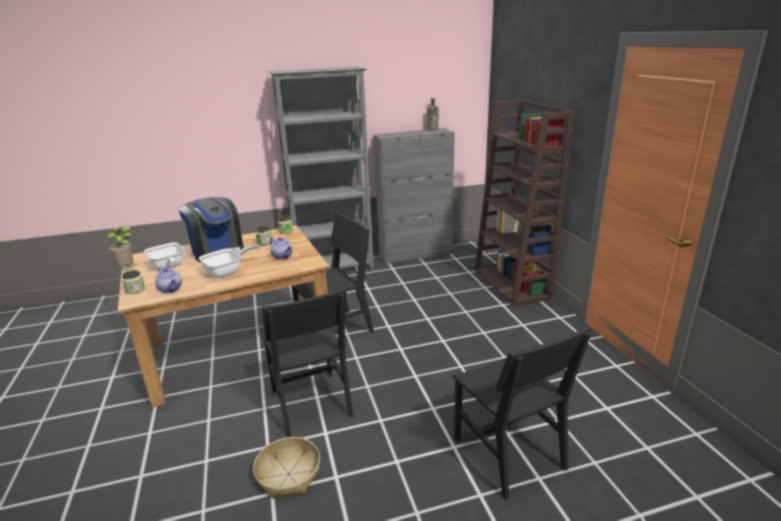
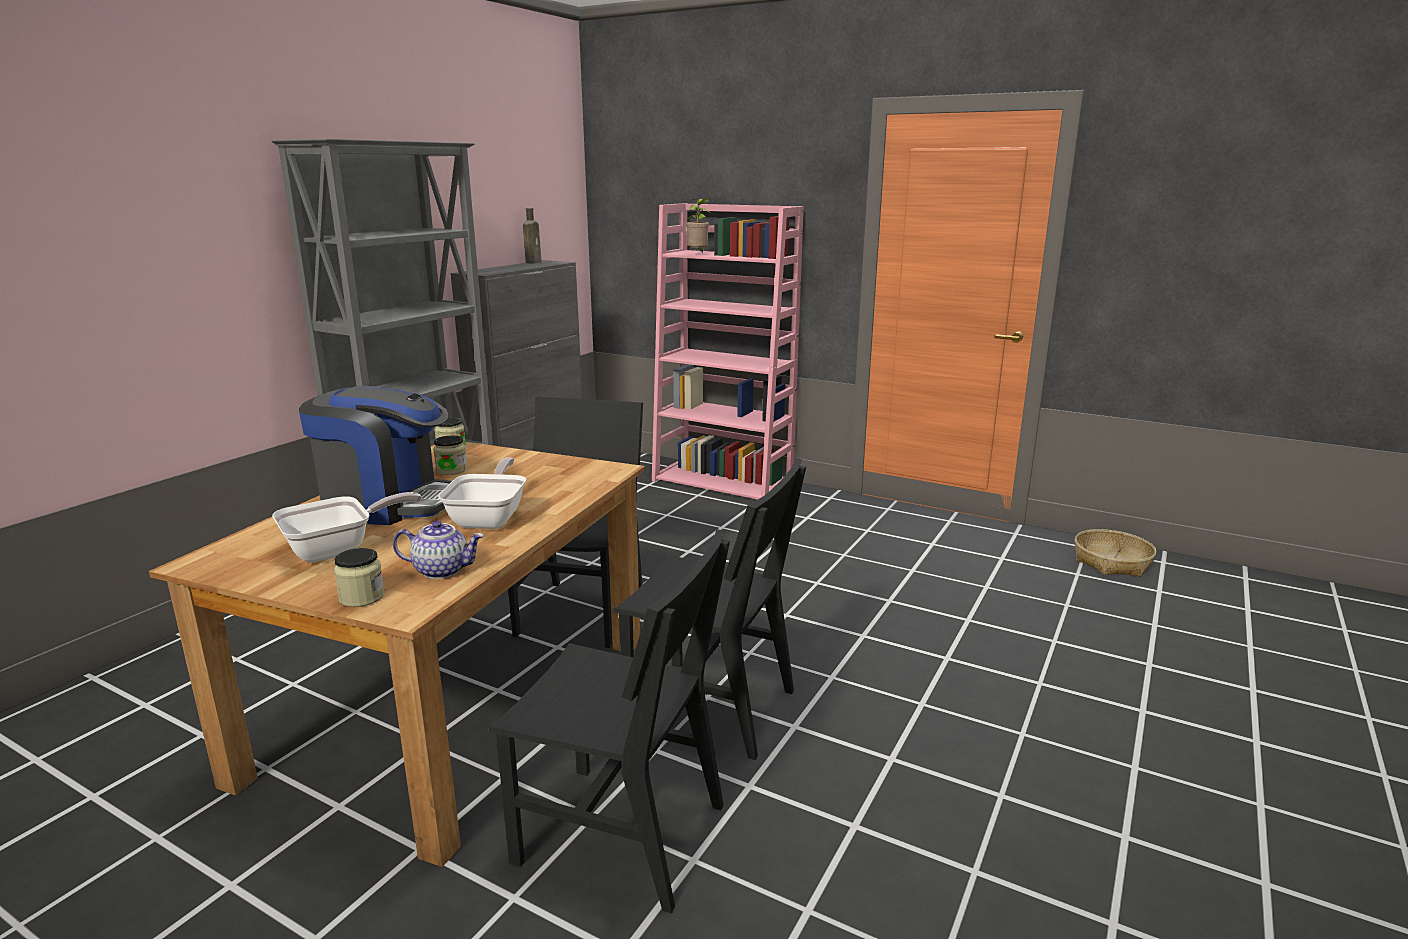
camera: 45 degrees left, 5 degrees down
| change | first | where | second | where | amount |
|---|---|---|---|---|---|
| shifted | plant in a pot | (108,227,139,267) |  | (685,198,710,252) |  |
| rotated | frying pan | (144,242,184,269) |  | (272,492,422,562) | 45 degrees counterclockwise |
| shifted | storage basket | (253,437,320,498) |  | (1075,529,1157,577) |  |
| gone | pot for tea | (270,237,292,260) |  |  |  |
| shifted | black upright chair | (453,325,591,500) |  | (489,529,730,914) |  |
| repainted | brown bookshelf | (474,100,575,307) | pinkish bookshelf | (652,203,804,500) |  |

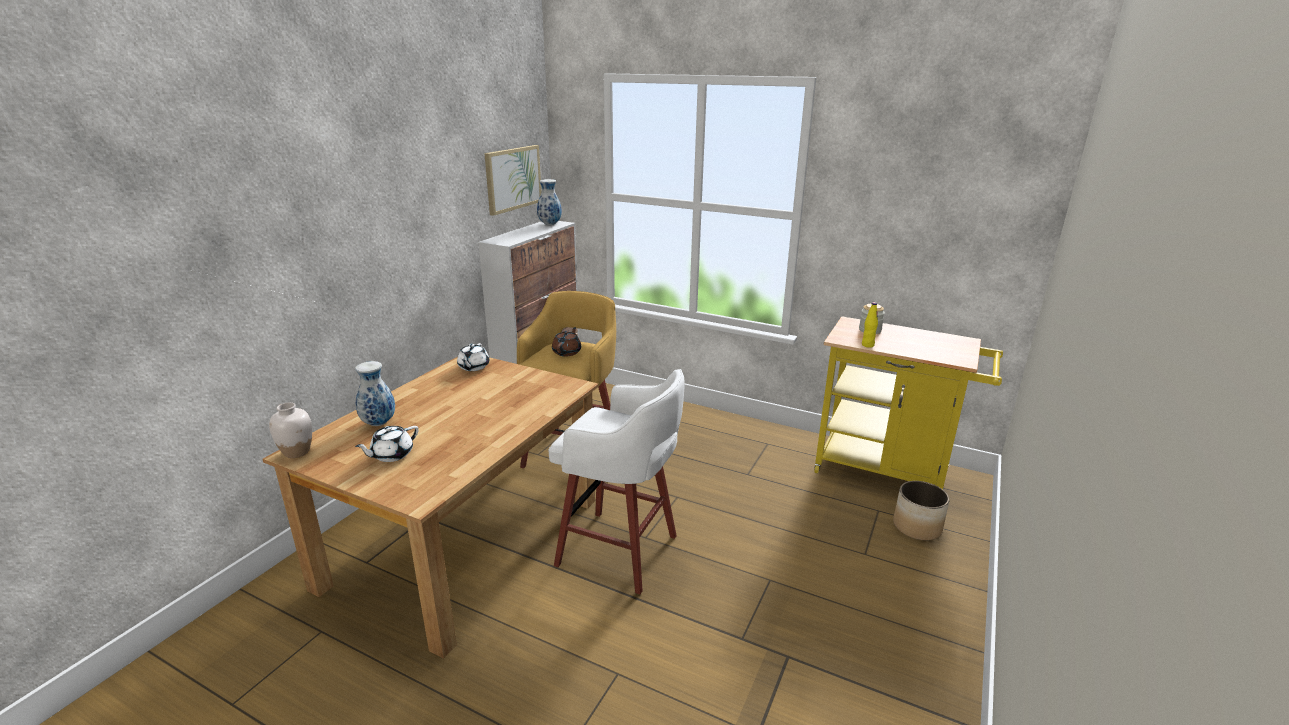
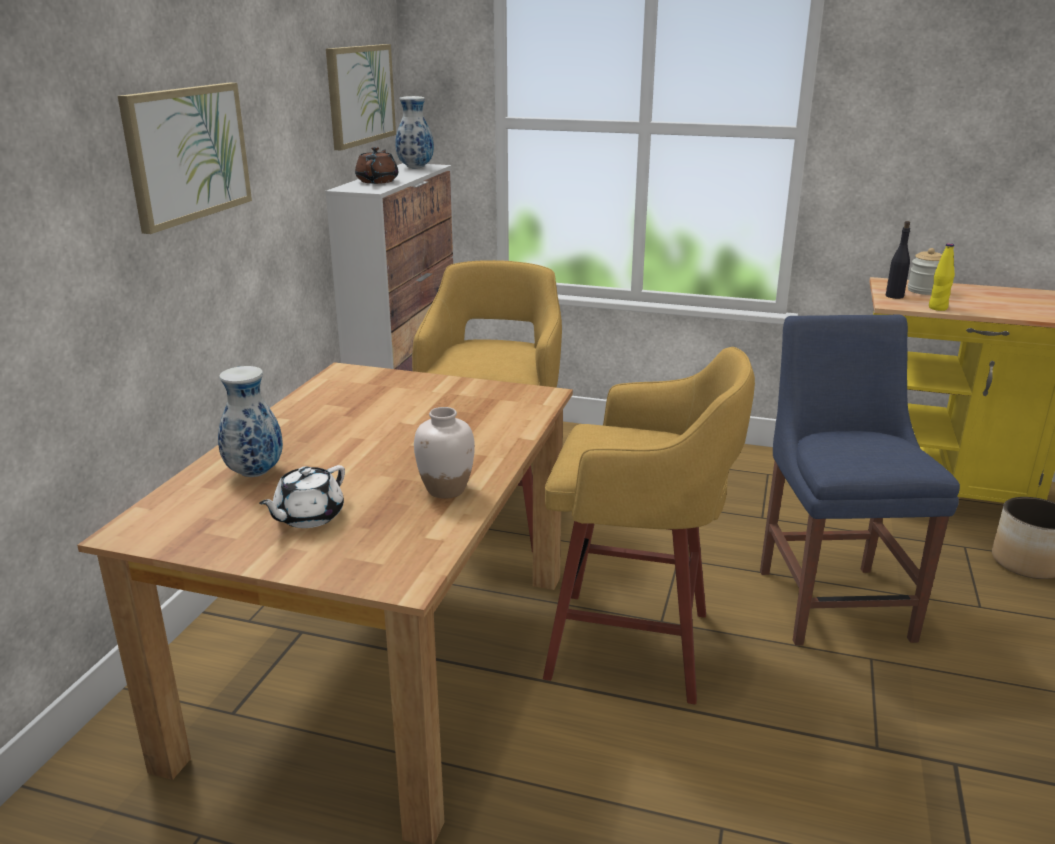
camera: 10 degrees left, 0 degrees up
| change | first | where | second | where | amount |
|---|---|---|---|---|---|
| shifted | whitish vase | (269,402,312,458) |  | (414,407,475,499) |  |
| gone | whitish pot for tea | (457,343,489,371) |  |  |  |
| repainted | whitish sitting stool | (549,369,685,595) | yellow sitting stool | (543,347,755,705) |  |
| shifted | brown pot for tea | (552,327,581,356) |  | (355,147,398,184) |  |
| new |  |  | wall picture | (118,83,252,234) |  |
| new |  |  | blue upright chair | (760,314,960,646) |  |
| new |  |  | black bottle | (886,221,910,299) |  |

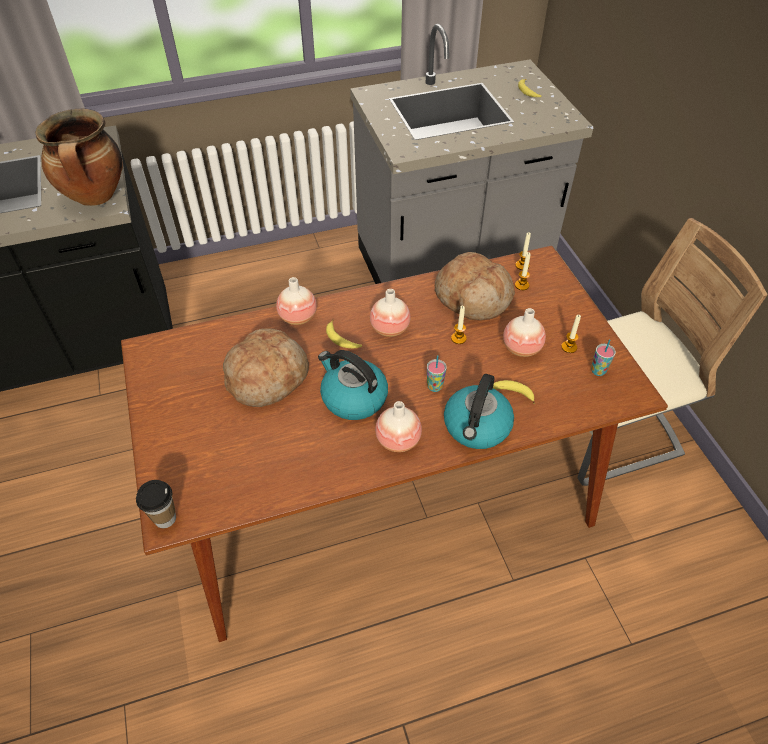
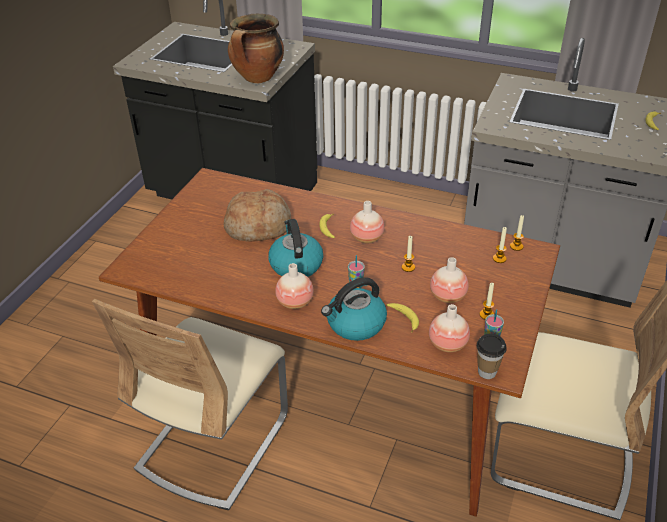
camera: 40 degrees right, 10 degrees down
| change | first | where | second | where | amount |
|---|---|---|---|---|---|
| shifted | cup | (136,480,176,528) |  | (477,334,507,379) |  |
| shifted | vase | (276,277,317,325) |  | (429,304,470,352) |  |
| gone | bakery bread | (435,252,515,321) |  |  |  |
| new |  |  | sand-coloured upright chair | (92,299,288,510) |  |

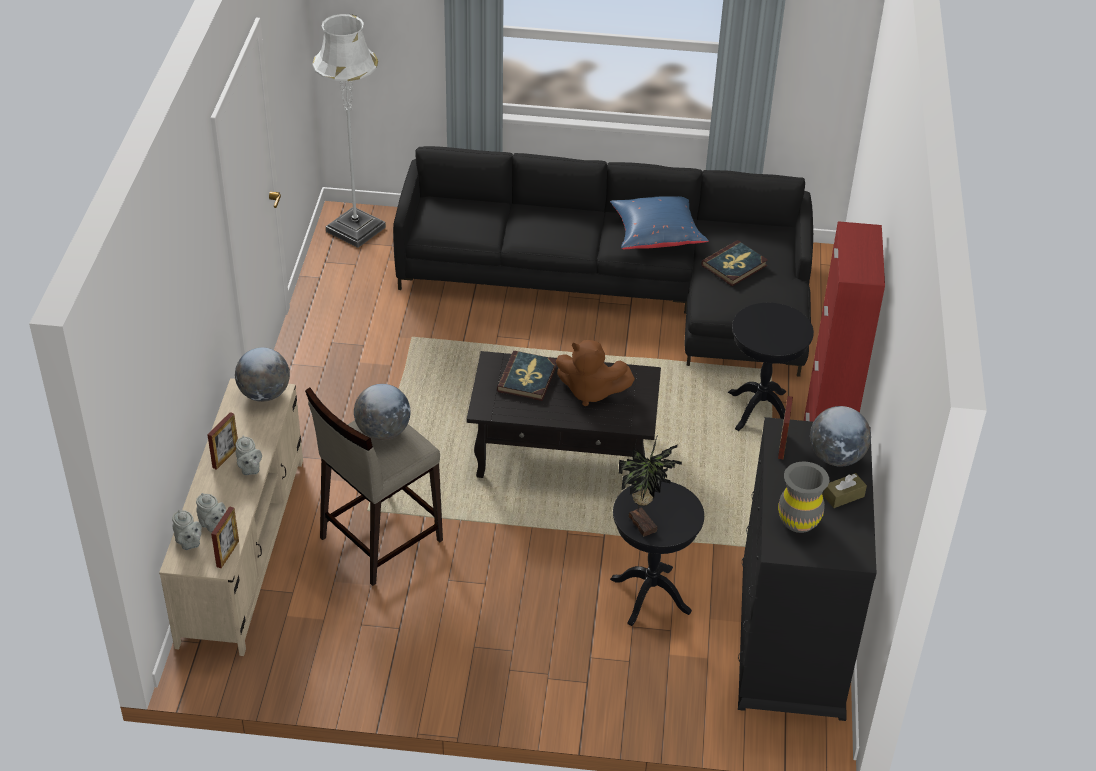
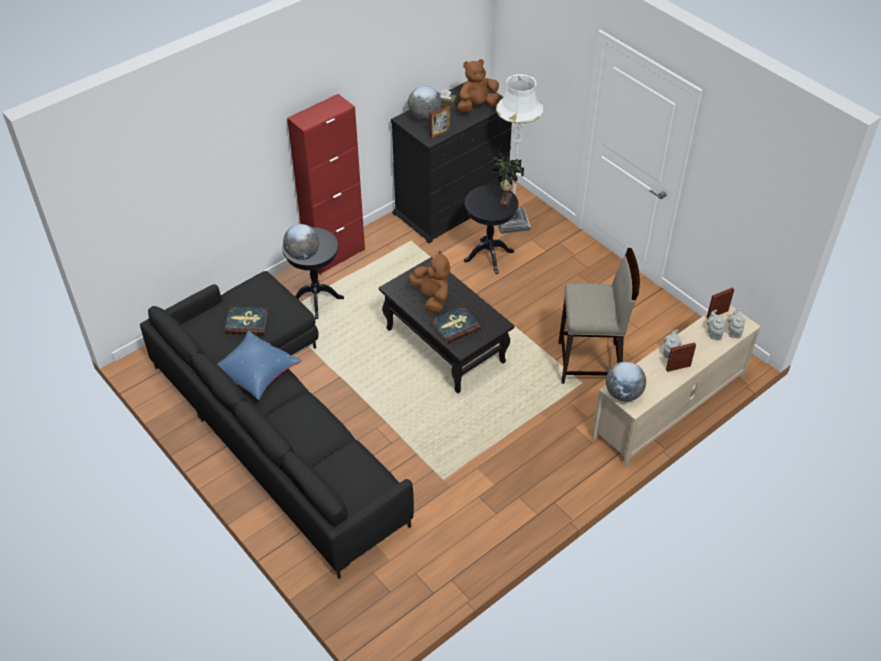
camera: 135 degrees left, 5 degrees up
| change | first | where | second | where | amount |
|---|---|---|---|---|---|
| shifted | whitish floor lamp | (312,13,386,248) |  | (496,73,543,234) |  |
| shifted | world globe | (354,384,411,440) |  | (283,224,319,260) |  |
| swapped | gray vase | (778,462,829,533) | brown plush toy | (458,59,500,112) |  |

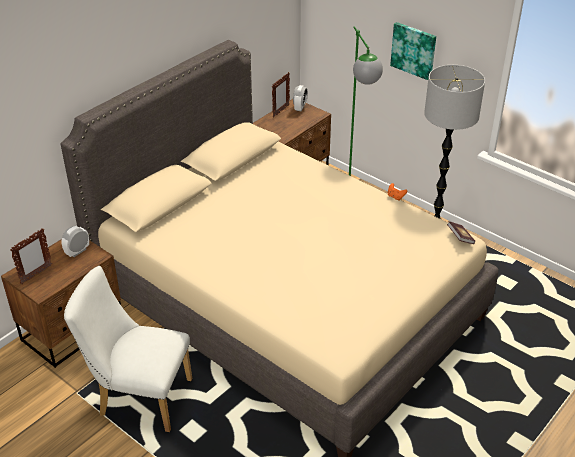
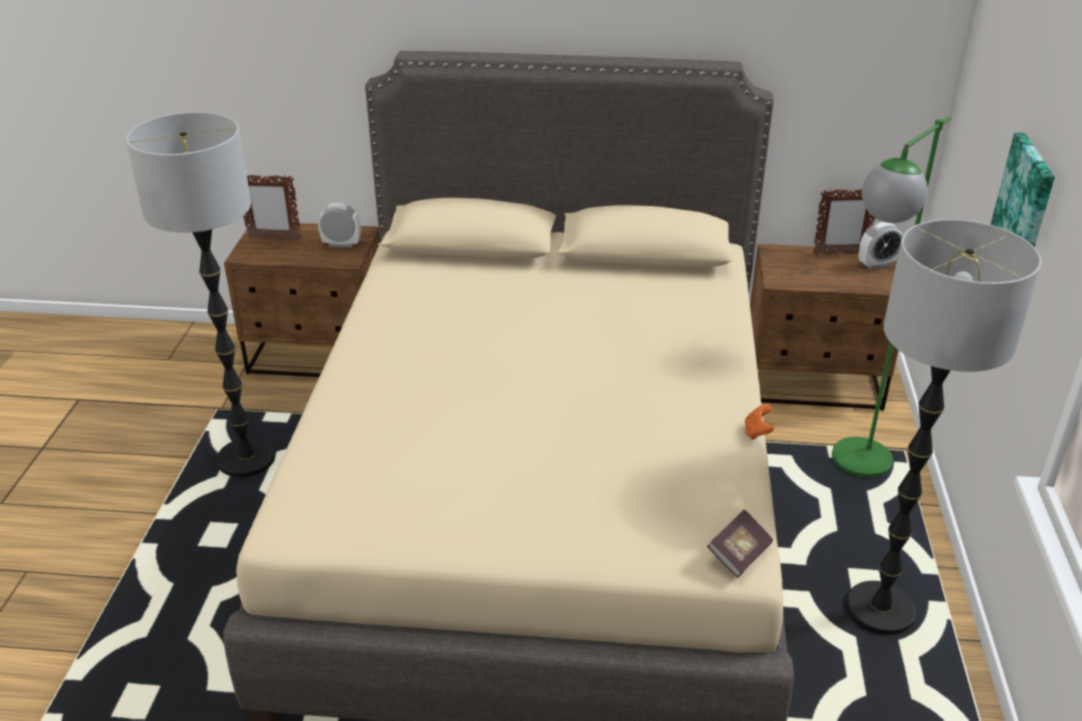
camera: 55 degrees right, 5 degrees down
| change | first | where | second | where | amount |
|---|---|---|---|---|---|
| swapped | whitish upright chair | (64,266,192,432) | floor lamp | (126,112,276,477) |  |

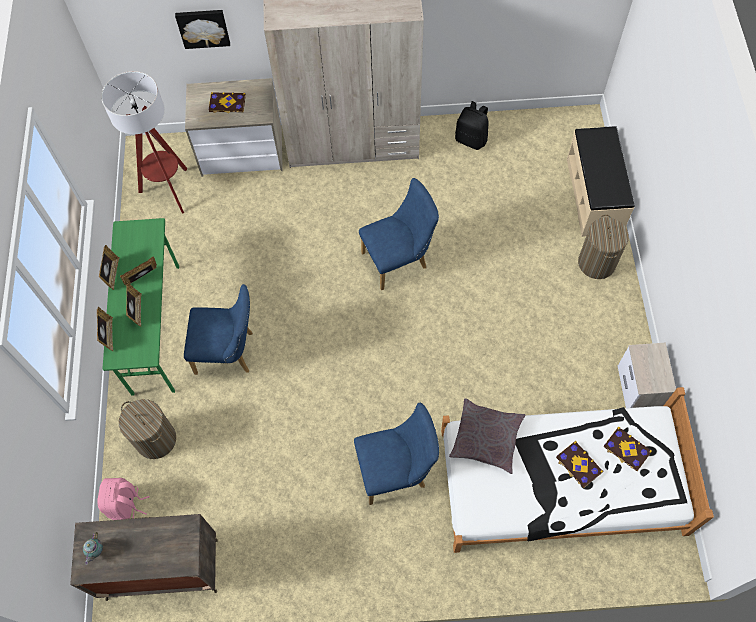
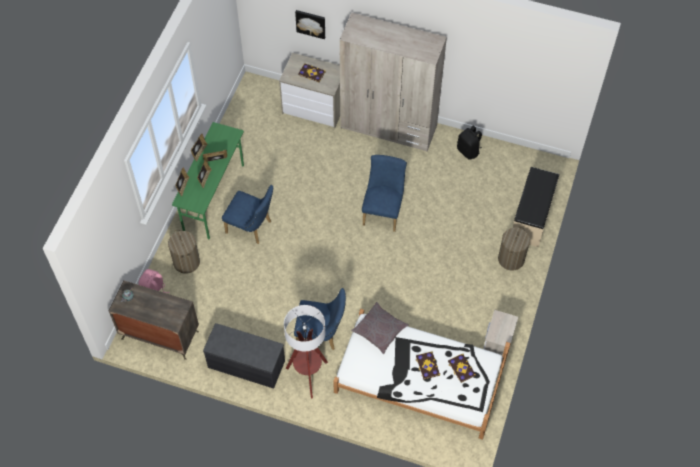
camera: 20 degrees right, 5 degrees down
| change | first | where | second | where | amount |
|---|---|---|---|---|---|
| shifted | floor lamp | (101,71,188,214) |  | (284,305,328,398) |  |
| rotated | blue upright chair | (359,178,439,290) |  | (362,155,407,232) | 75 degrees counterclockwise |
| new |  |  | gray long seat | (203,323,285,389) |  |

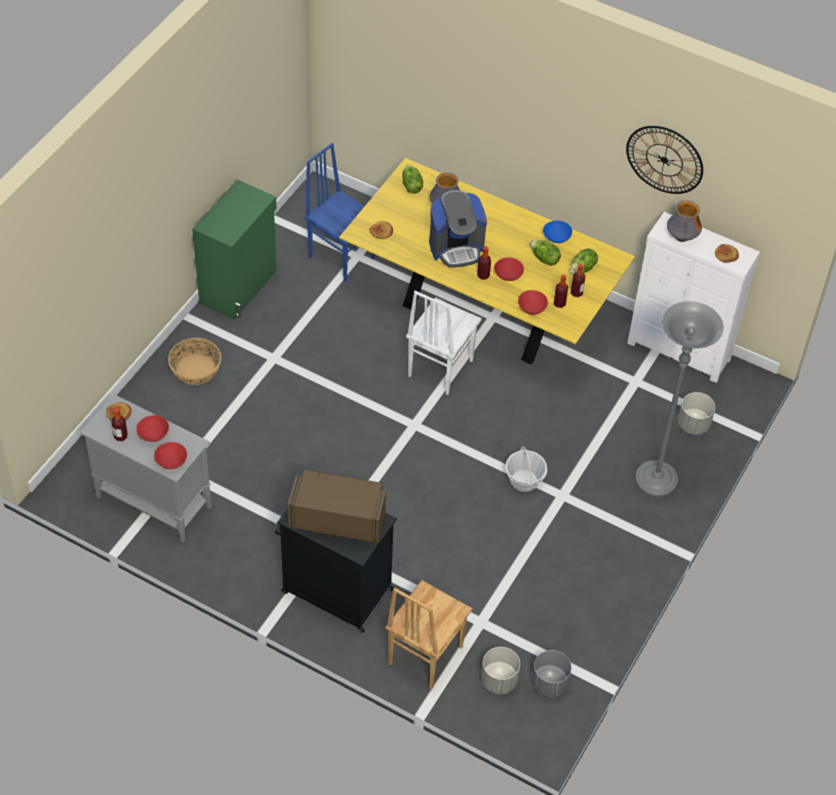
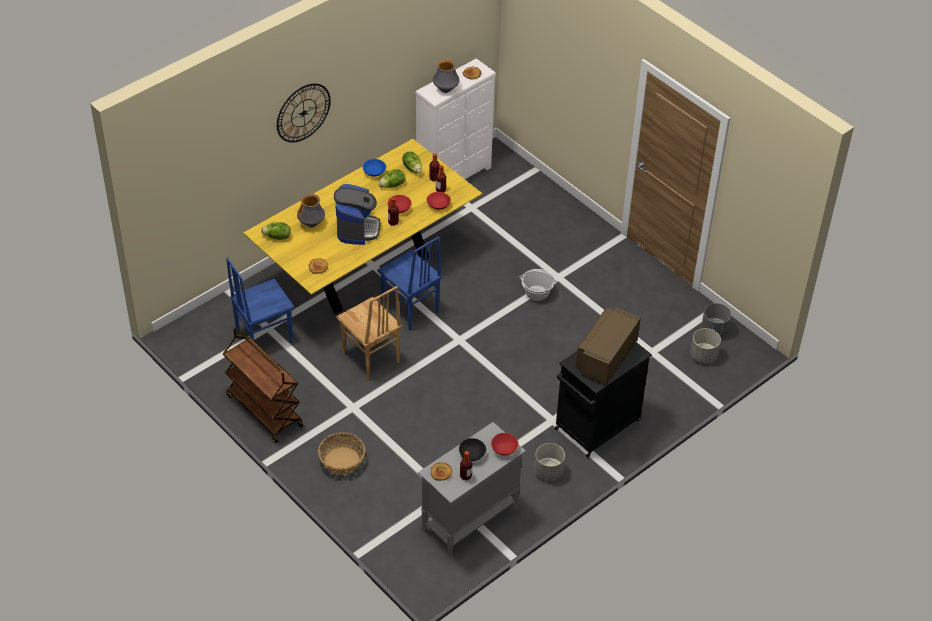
camera: 70 degrees left, 5 degrees down
| change | first | where | second | where | amount |
|---|---|---|---|---|---|
| repainted | reddish deep dish | (136,415,169,442) | black deep dish | (459,438,486,461) |  |
| swapped | greenish storage cabinet | (192,179,277,320) | brown wheeled cart | (223,328,303,443) |  |
| shifted | brown upright chair | (385,580,473,690) |  | (336,286,402,380) |  |
| repainted | whitish upright chair | (406,291,482,395) | blue upright chair | (377,236,442,330) |  |
| shifted | hanging clock | (626,126,703,194) |  | (277,84,331,143) |  |
| gone | gray floor lamp | (635,301,724,498) |  |  |  |
| shifted | gray planter | (678,392,715,435) |  | (534,443,565,481) |  |

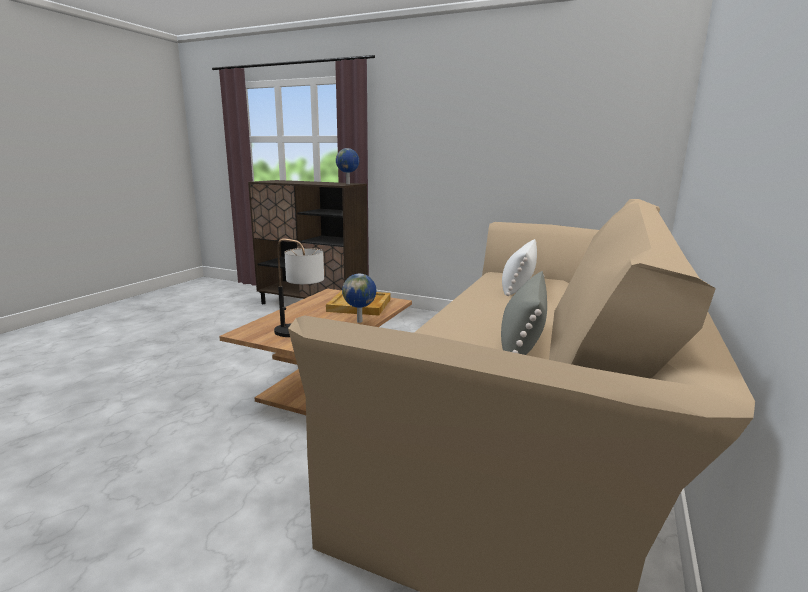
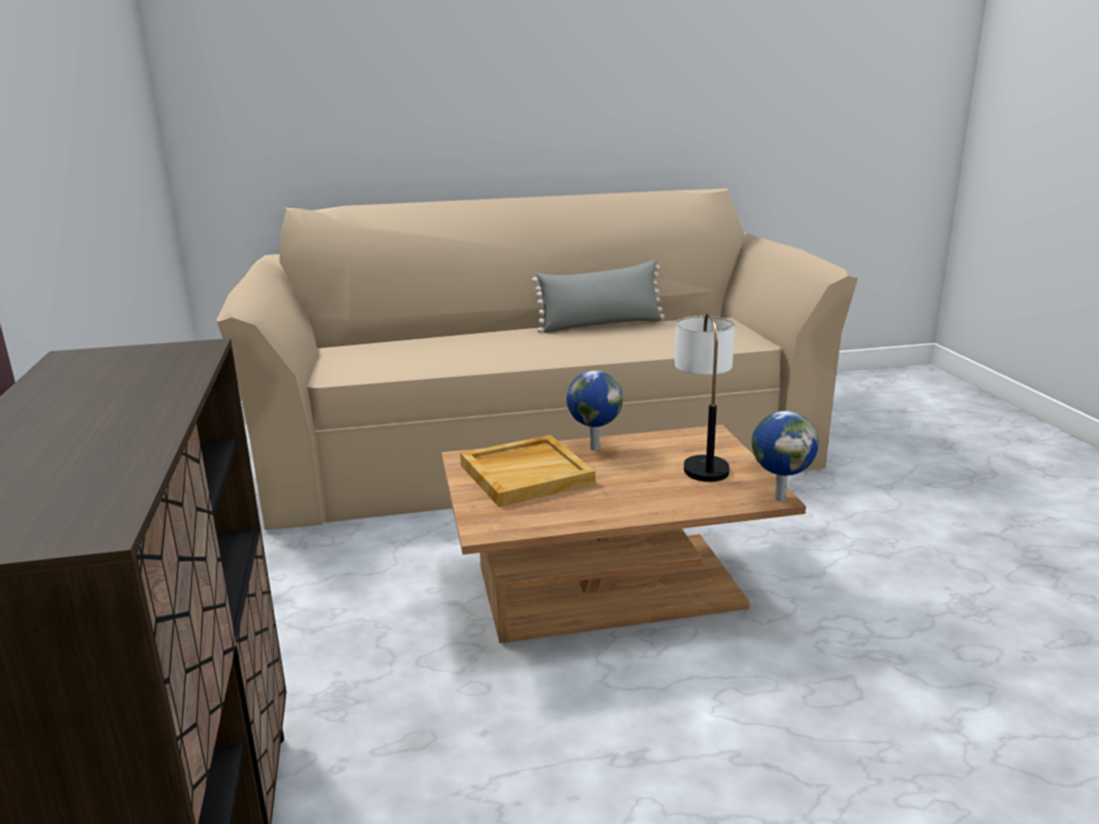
camera: 125 degrees left, 5 degrees up
| change | first | where | second | where | amount |
|---|---|---|---|---|---|
| shifted | world globe | (336,148,359,184) |  | (752,411,819,502) |  |
| gone | whitish pillow | (502,239,537,296) |  |  |  |

